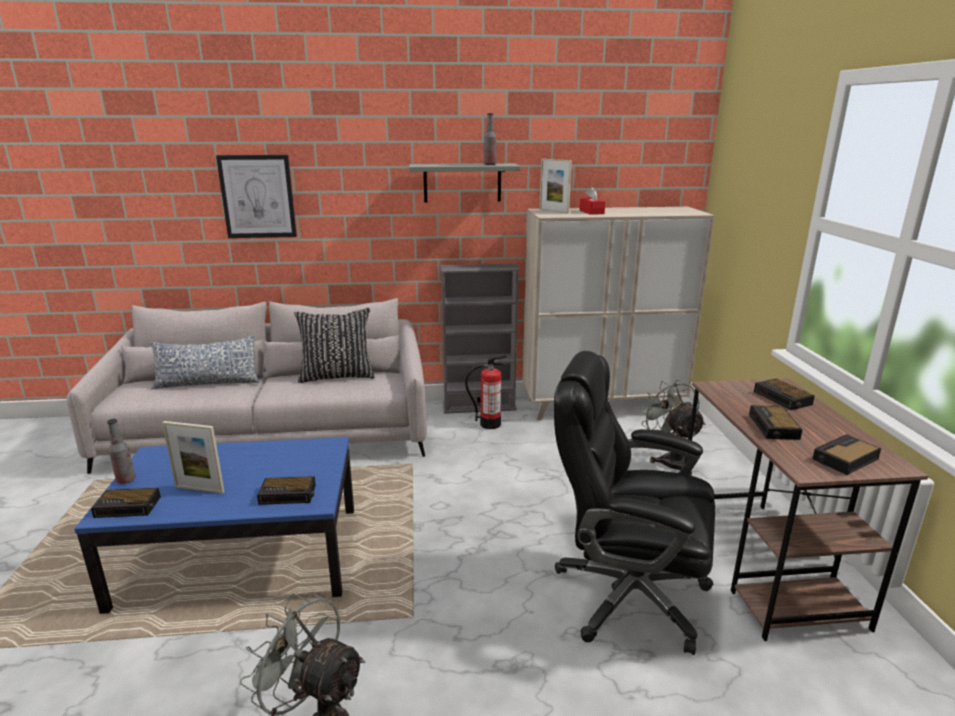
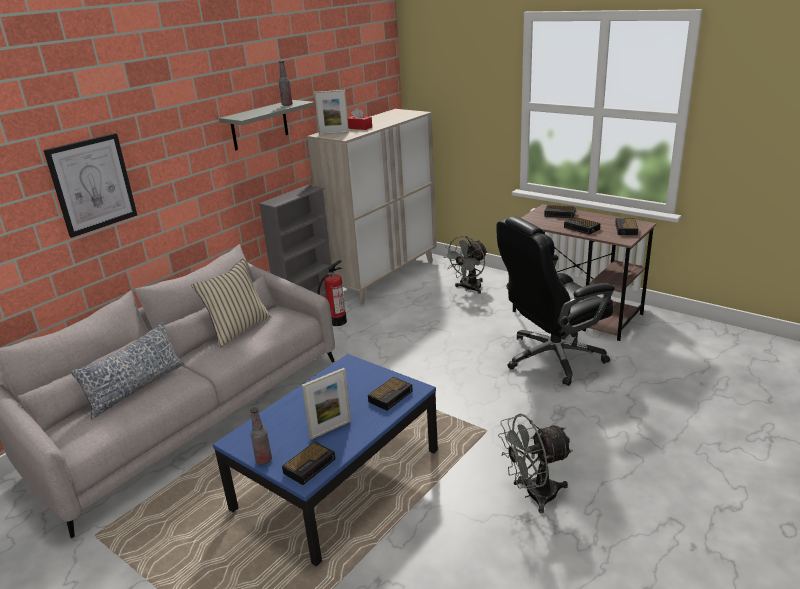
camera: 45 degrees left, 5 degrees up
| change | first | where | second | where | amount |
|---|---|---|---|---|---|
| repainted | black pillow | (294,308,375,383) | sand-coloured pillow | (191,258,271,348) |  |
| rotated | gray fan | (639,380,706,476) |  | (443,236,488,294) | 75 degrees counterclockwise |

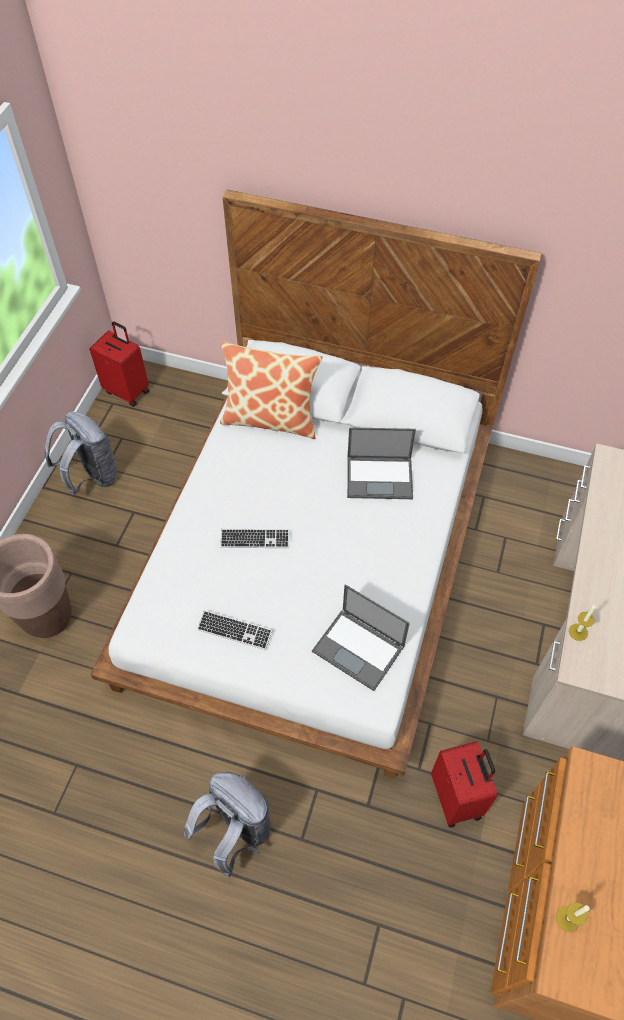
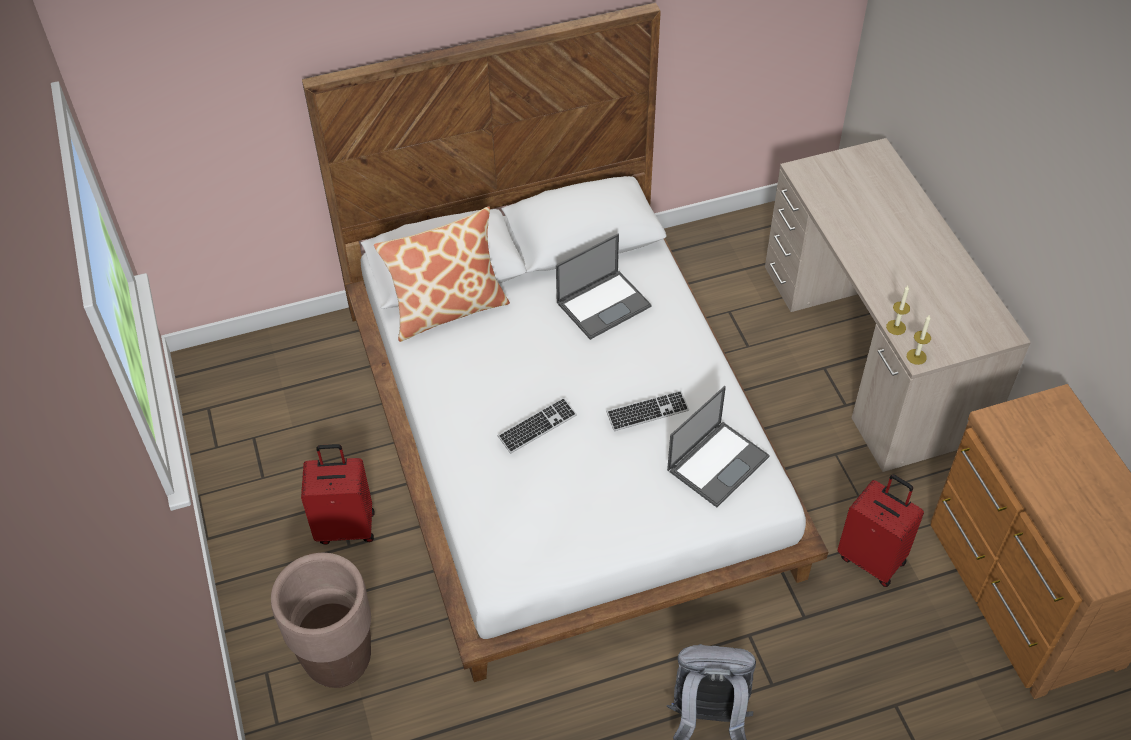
camera: 35 degrees left, 5 degrees down
| change | first | where | second | where | amount |
|---|---|---|---|---|---|
| gone | gray knapsack | (45,412,117,495) |  |  |  |
| shifted | reddish travel case | (89,321,150,407) |  | (301,444,375,545) |  |
| shifted | PC keyboard | (197,610,272,650) |  | (606,390,689,431) |  |
| rotated | laptop | (312,584,410,691) |  | (667,386,770,508) | 45 degrees counterclockwise |
| shifted | candle | (556,902,590,932) |  | (907,315,931,365) |  |

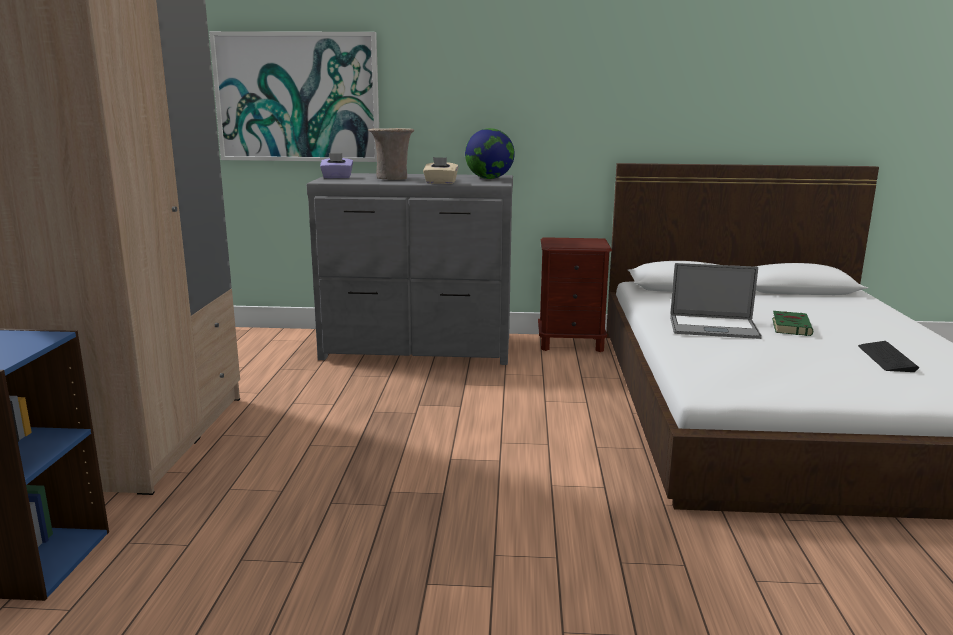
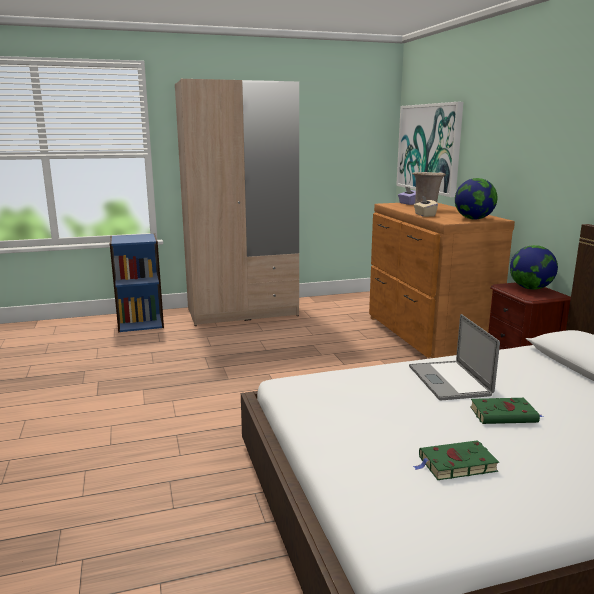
camera: 70 degrees right, 0 degrees up
| change | first | where | second | where | amount |
|---|---|---|---|---|---|
| repainted | gray dresser | (307,173,513,365) | brown dresser | (369,203,515,358) |  |
| swapped | PC keyboard | (858,341,920,372) | greenish book | (413,440,499,480) |  |
| new |  |  | world globe | (510,245,558,290) |  |

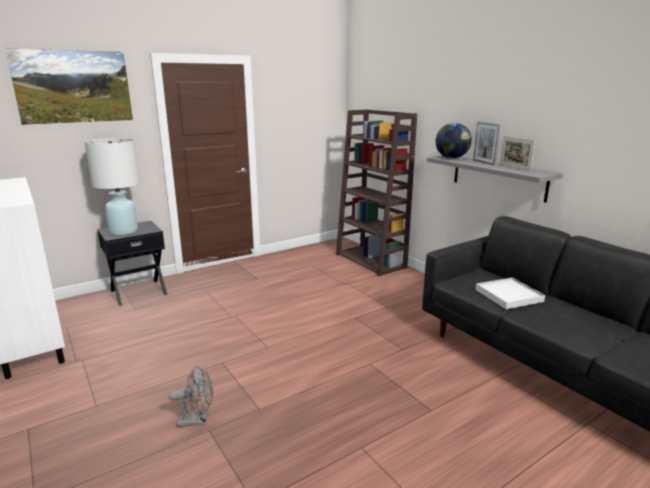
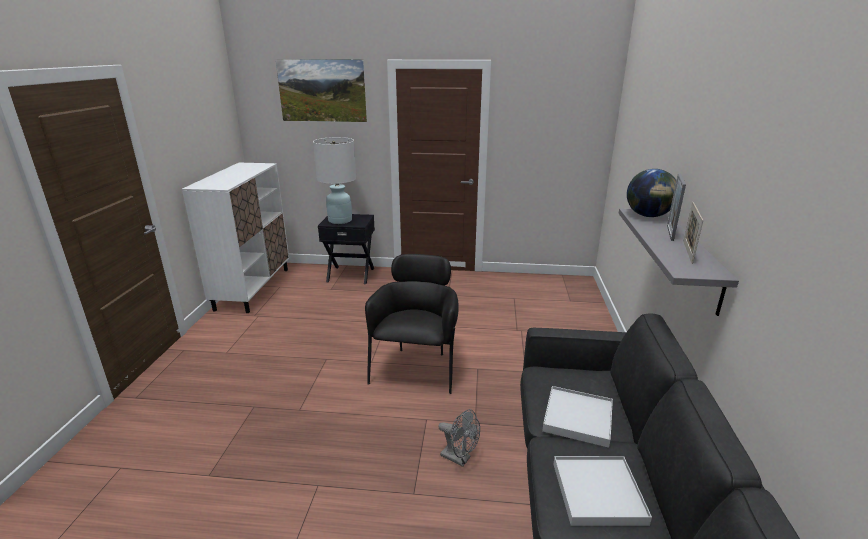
camera: 40 degrees right, 5 degrees up
| change | first | where | second | where | amount |
|---|---|---|---|---|---|
| shifted | gray fan | (169,366,213,427) |  | (438,409,480,467) |  |
| gone | brown bookshelf | (336,110,417,276) |  |  |  |
| new |  |  | black armchair | (365,254,459,394) |  |
| new |  |  | whitish carrying tray | (553,456,652,526) |  |

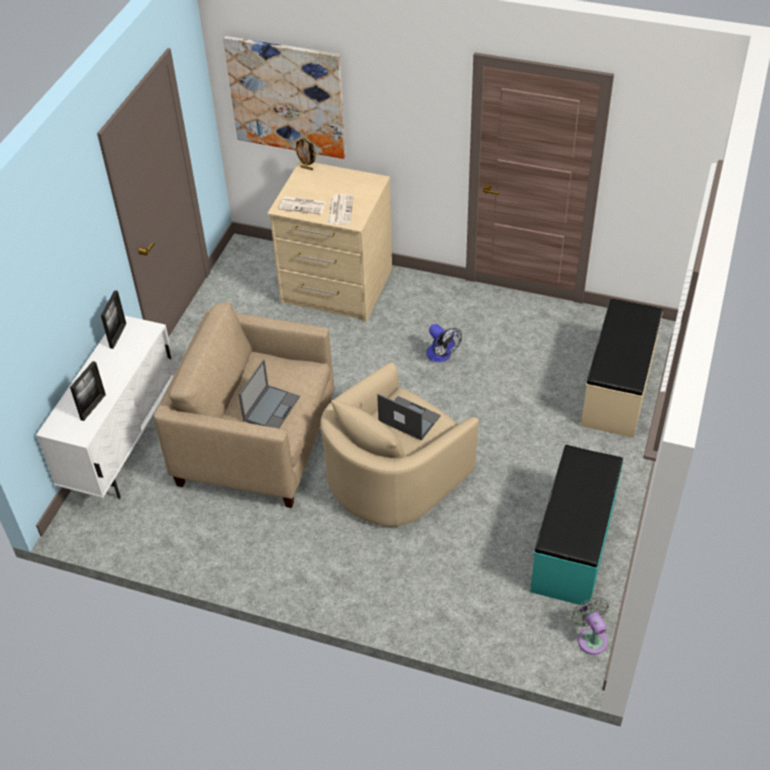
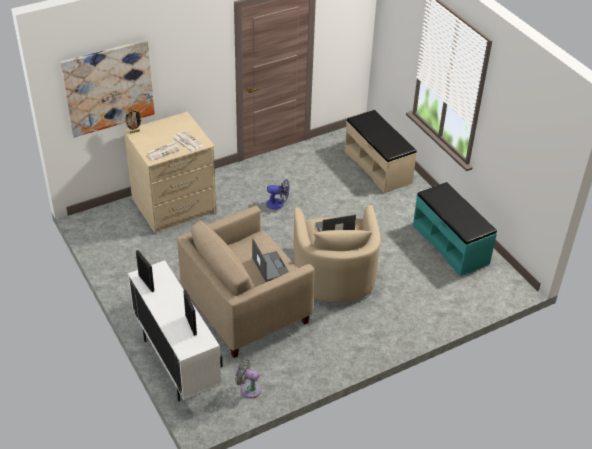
camera: 50 degrees left, 5 degrees down
| change | first | where | second | where | amount |
|---|---|---|---|---|---|
| shifted | gray fan | (571,597,609,655) |  | (235,359,261,398) |  |

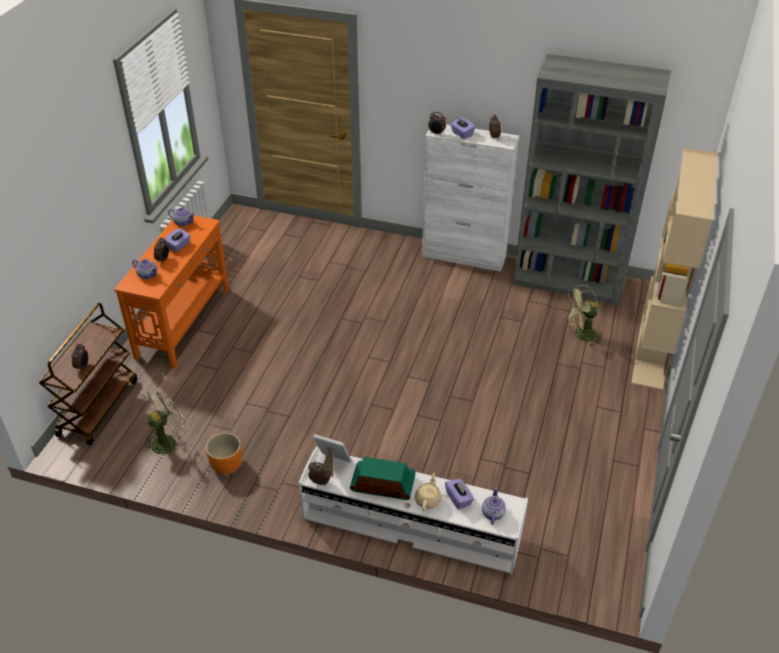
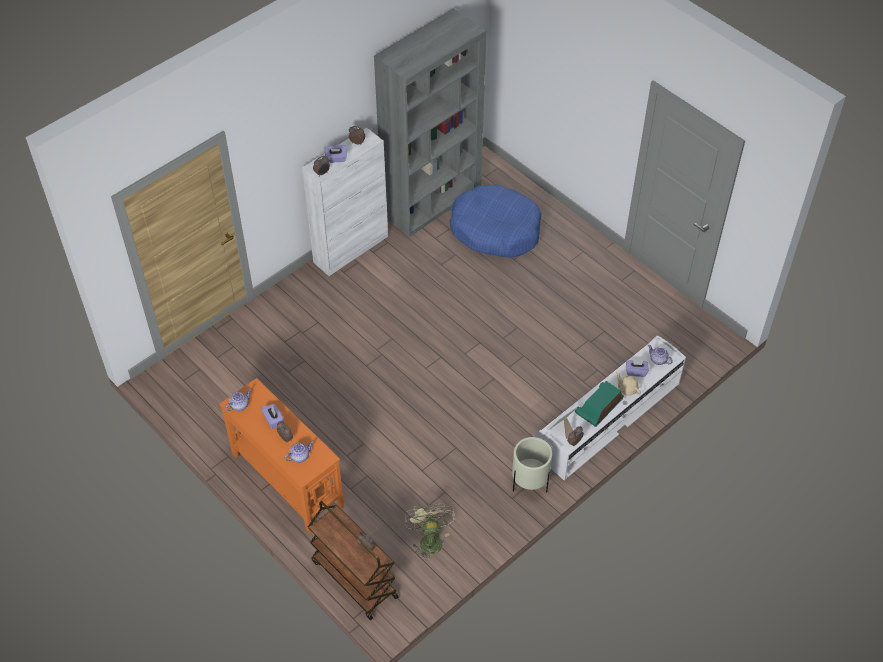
camera: 60 degrees left, 10 degrees up
| change | first | where | second | where | amount |
|---|---|---|---|---|---|
| gone | orange planter | (206,433,242,474) |  |  |  |
| swapped | greenish fan | (564,285,603,346) | blue dog bed | (450,185,542,258) |  |
| gone | sand-coloured bookshelf | (631,148,718,391) |  |  |  |
| new |  |  | sand-coloured planter | (512,437,552,493) |  |

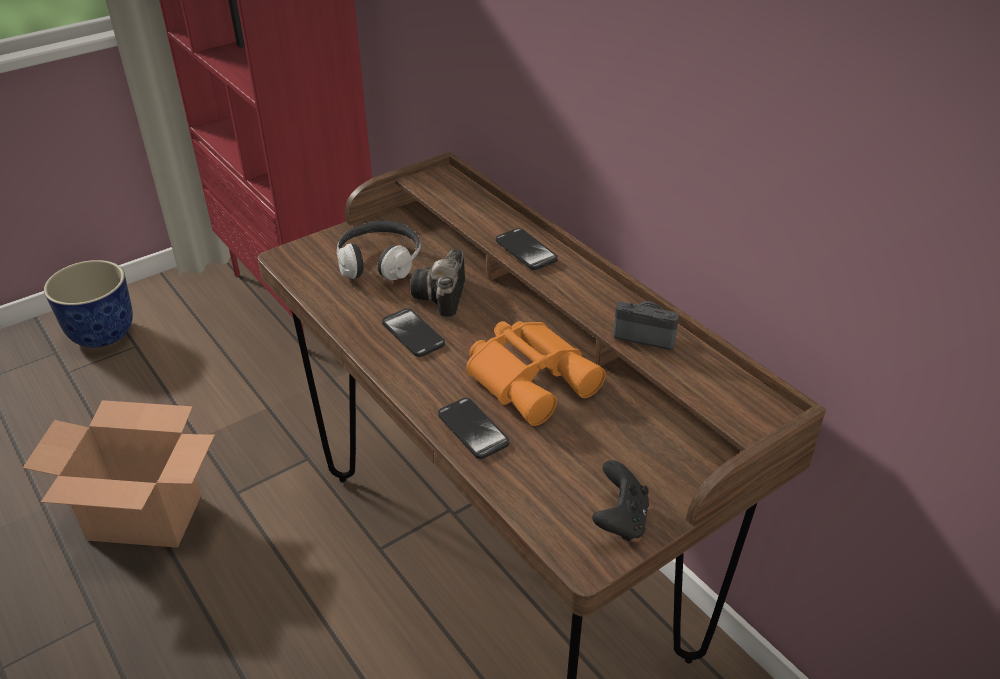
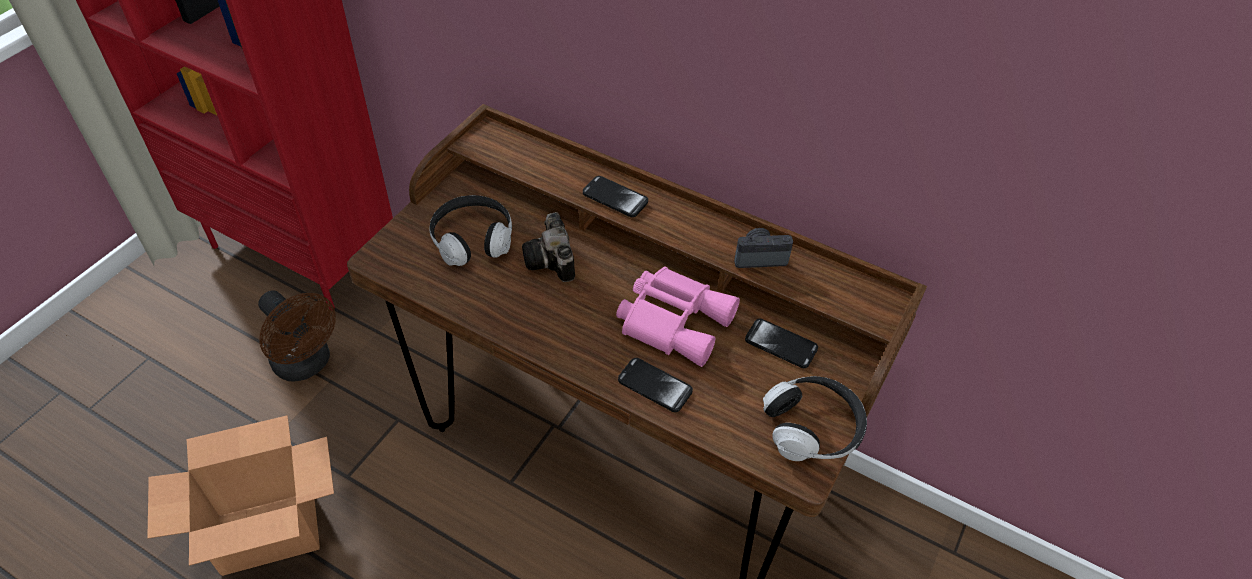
camera: 25 degrees left, 10 degrees up
| change | first | where | second | where | amount |
|---|---|---|---|---|---|
| gone | planter | (44,260,133,348) |  |  |  |
| shifted | telephone | (382,308,445,357) |  | (745,319,818,368) |  |
| repainted | orange field glasses | (466,321,606,426) | pinkish field glasses | (616,267,740,367) |  |
| swapped | black joypad | (592,460,649,541) | pair of headphones | (763,376,867,461) |  |
| new |  |  | brown fan | (258,290,336,382) |  |

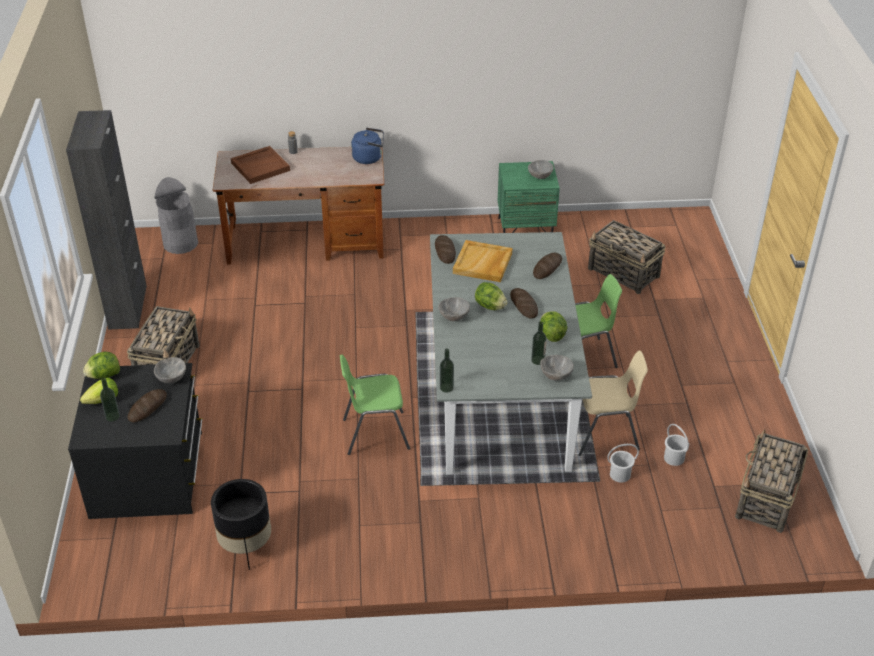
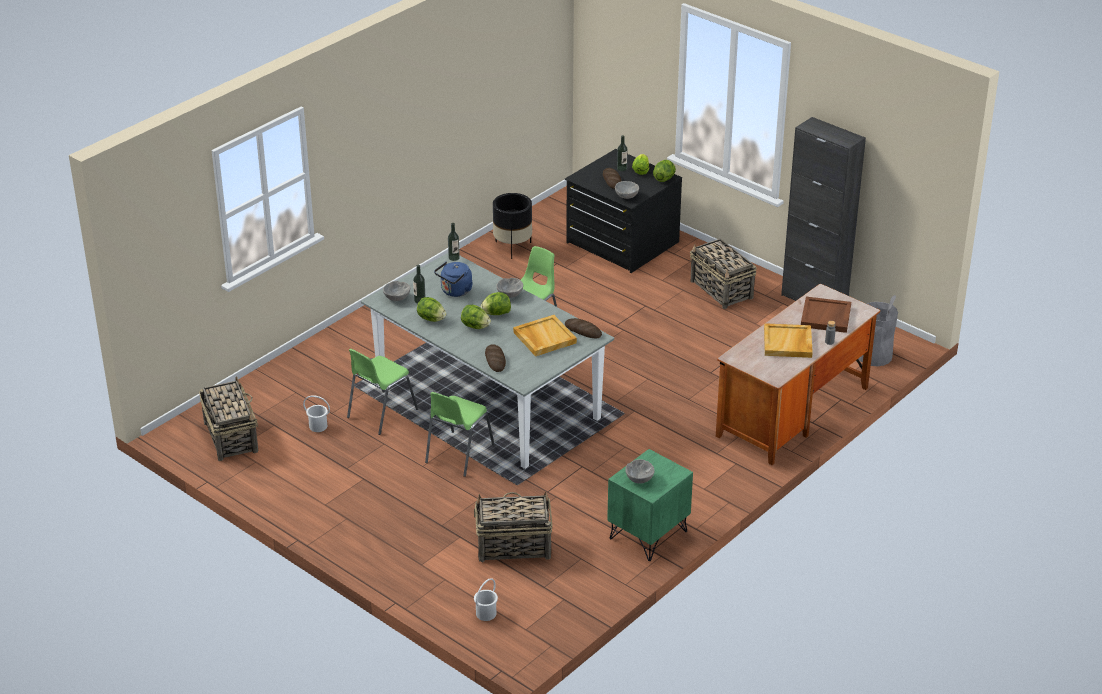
camera: 135 degrees right, 5 degrees down
| change | first | where | second | where | amount |
|---|---|---|---|---|---|
| shifted | blue water kettle | (351,128,384,164) |  | (434,262,473,297) |  |
| swapped | bakery bread | (510,288,538,319) | lettuce | (461,305,491,329) |  |
| repainted | sand-coloured upright chair | (578,351,648,456) | greenish upright chair | (347,349,418,435) |  |
| shifted | whitish pail | (607,444,639,483) |  | (474,578,498,621) |  |
| new |  |  | sand-coloured carrying tray | (764,323,813,358) |  |

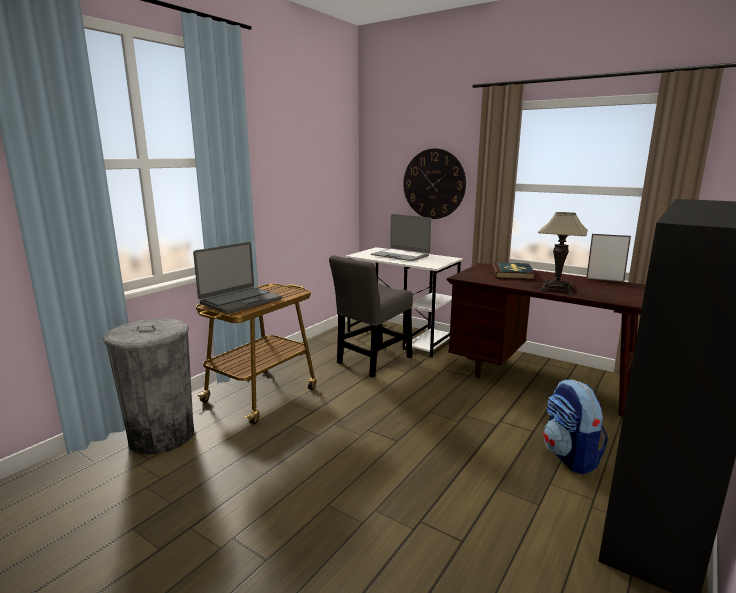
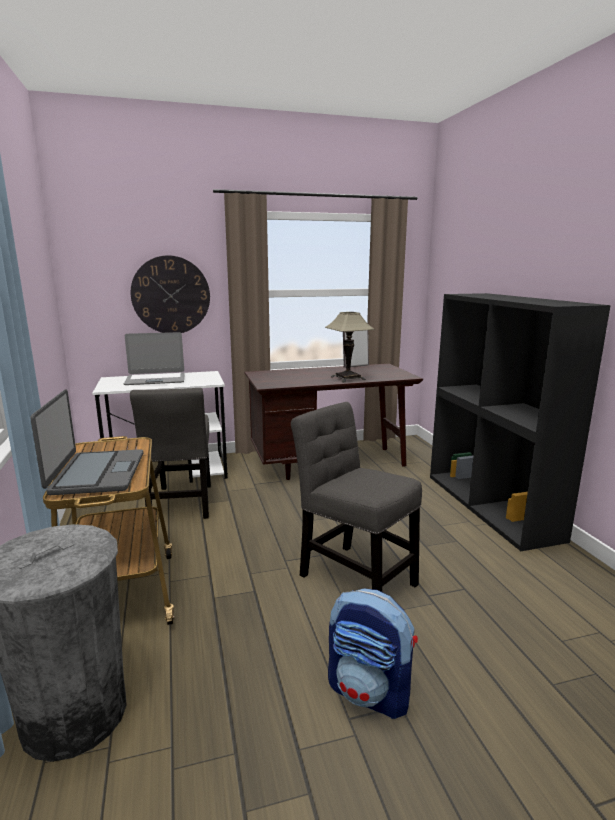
camera: 50 degrees left, 0 degrees up
| change | first | where | second | where | amount |
|---|---|---|---|---|---|
| gone | book | (492,262,535,280) |  |  |  |
| shifted | knapsack | (543,379,608,474) |  | (328,588,418,719) |  |
| new |  |  | gray upright chair | (291,402,422,592) |  |

